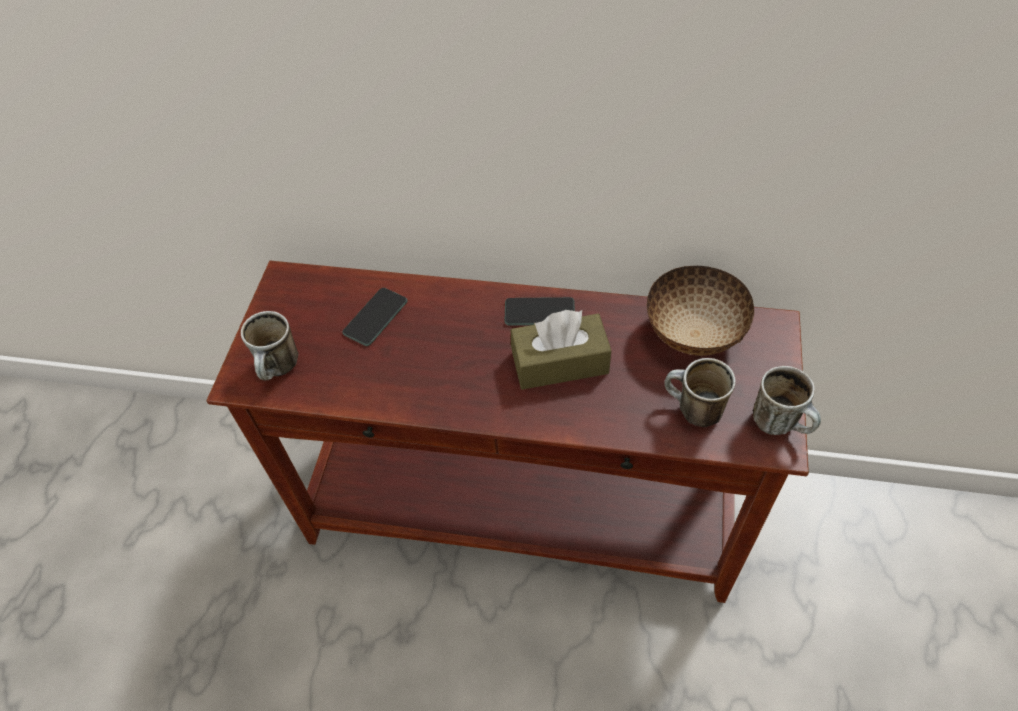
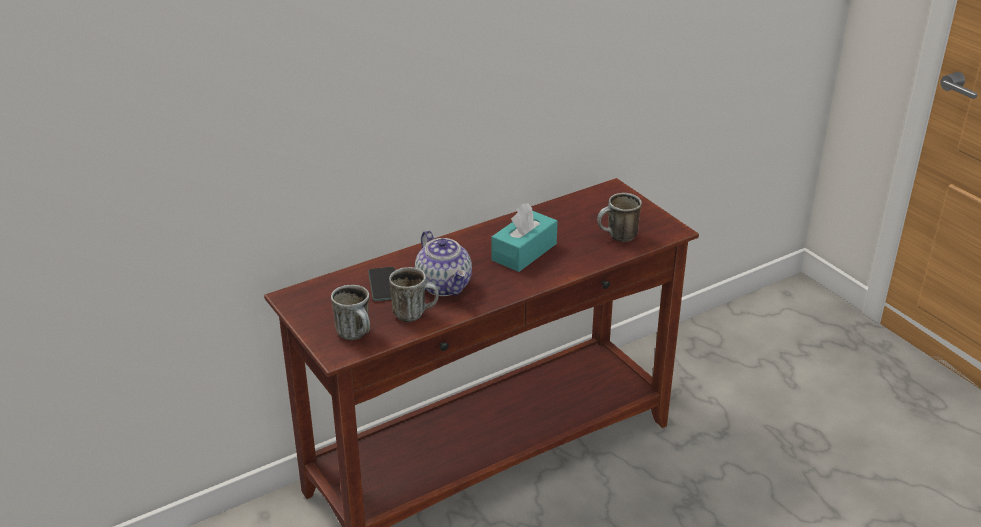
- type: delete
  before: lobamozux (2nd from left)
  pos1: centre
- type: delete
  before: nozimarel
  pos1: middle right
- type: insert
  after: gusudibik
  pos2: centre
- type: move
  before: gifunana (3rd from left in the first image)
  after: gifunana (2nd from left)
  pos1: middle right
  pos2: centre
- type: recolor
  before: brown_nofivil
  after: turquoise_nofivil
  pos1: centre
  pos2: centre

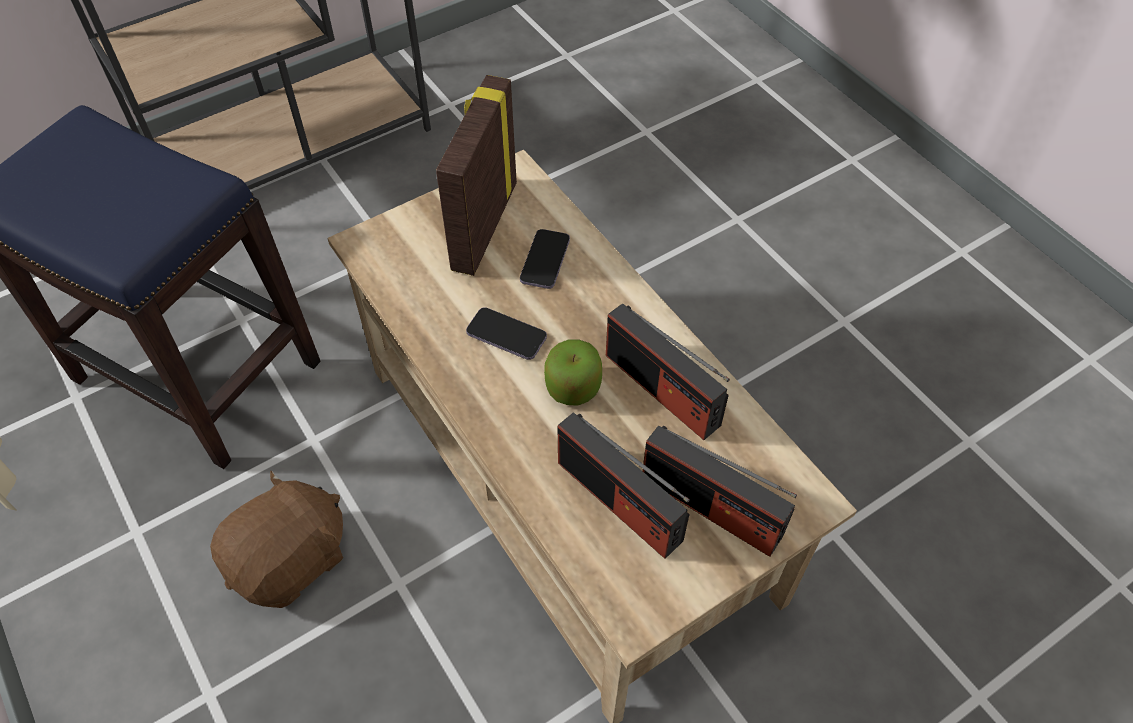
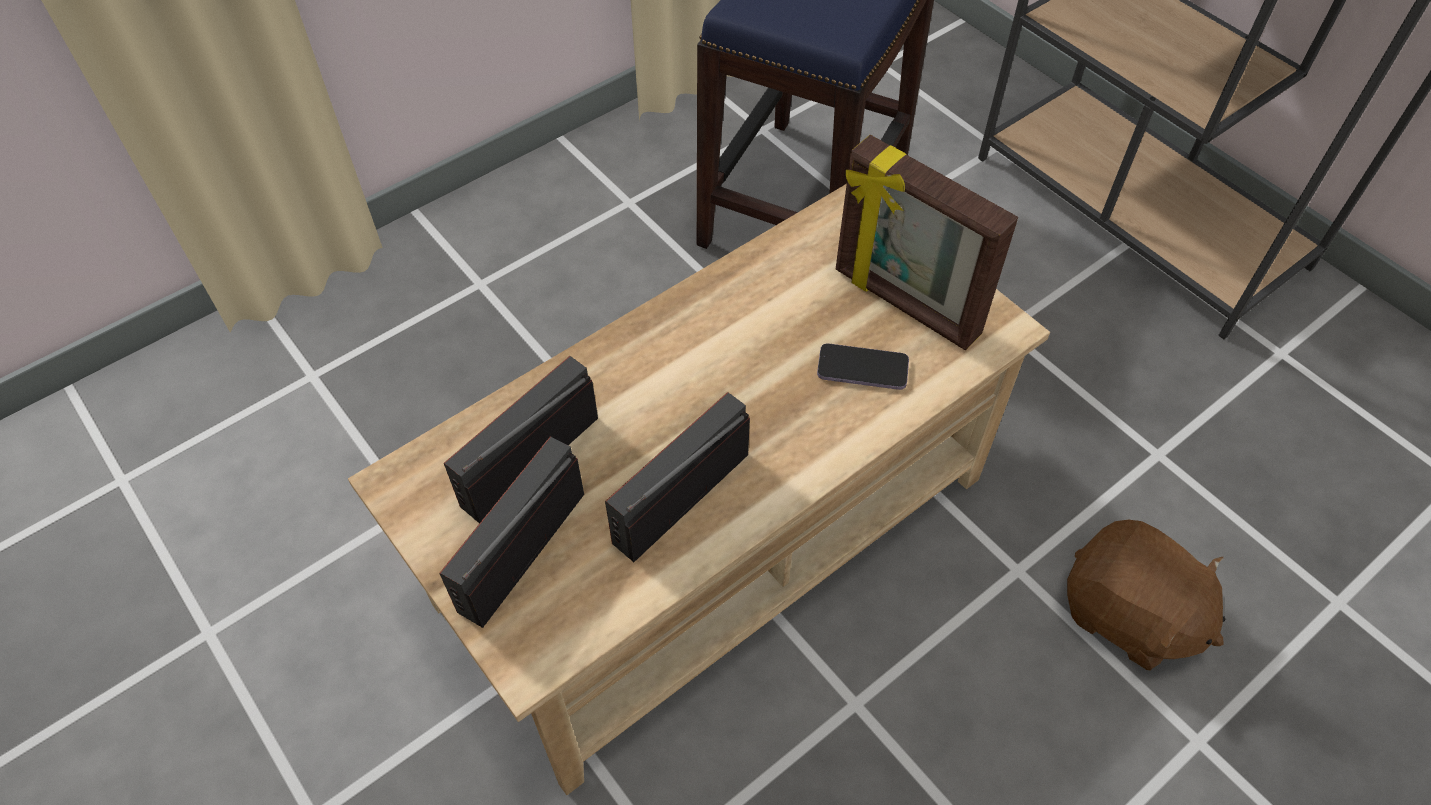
- type: delete
  before: lobamozux (1st from left)
  pos1: centre
- type: delete
  before: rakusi
  pos1: centre
- type: move
  before: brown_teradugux
  pos1: bottom left
  pos2: bottom right
- type: rotate
  before: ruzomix
  pos1: top centre
  pos2: top centre
  turn: -150

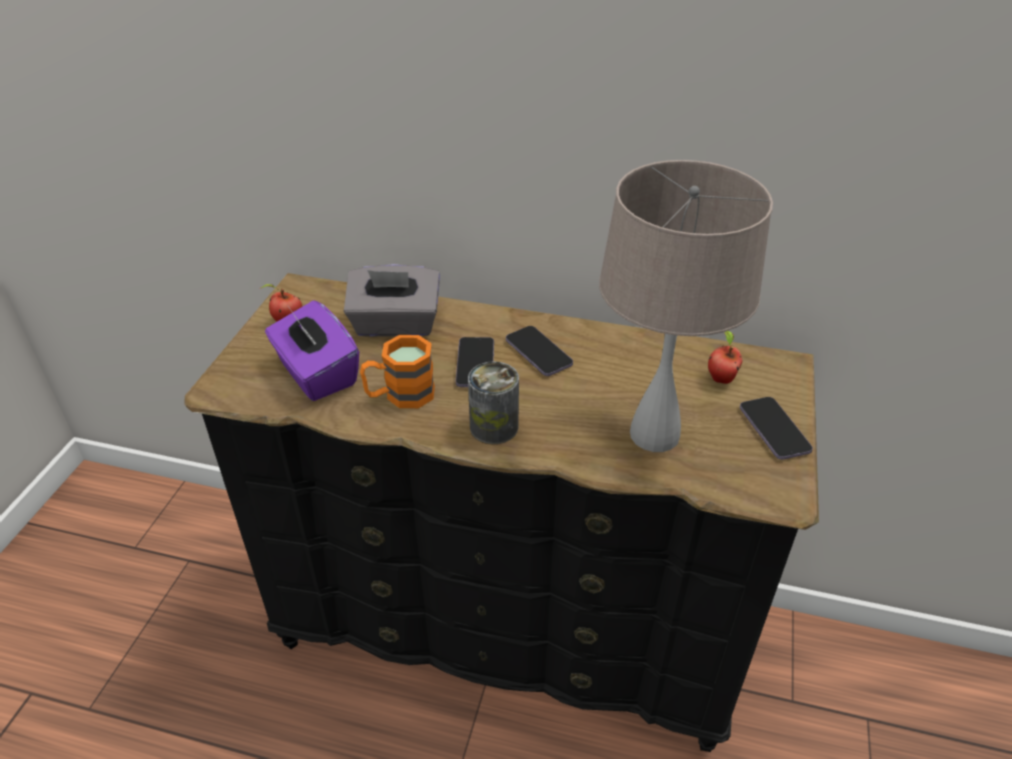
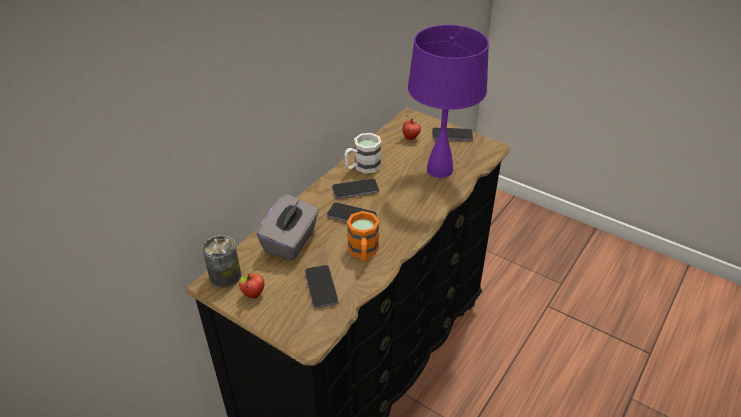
- type: insert
  after: white_gifunana
  pos2: centre
- type: move
  before: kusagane
  pos1: centre
  pos2: middle left
- type: replace
  before: purple_nofivil
  after: lobamozux (1st from left)
  pos1: middle left
  pos2: bottom centre
- type: recolor
  before: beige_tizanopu
  after: purple_tizanopu
  pos1: middle right
  pos2: top centre

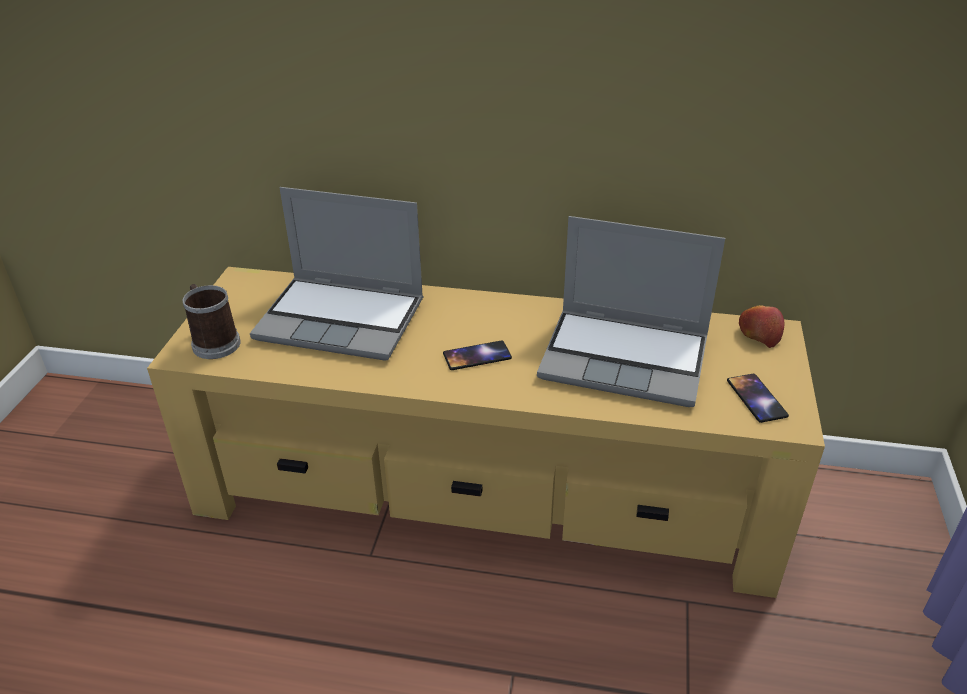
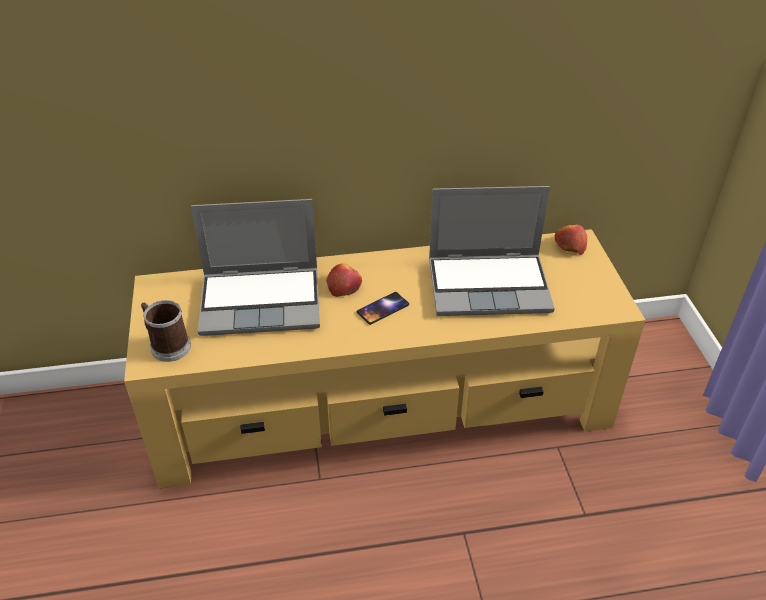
- type: delete
  before: lobamozux (2nd from left)
  pos1: middle right
- type: insert
  after: rakusi (1st from left)
  pos2: centre

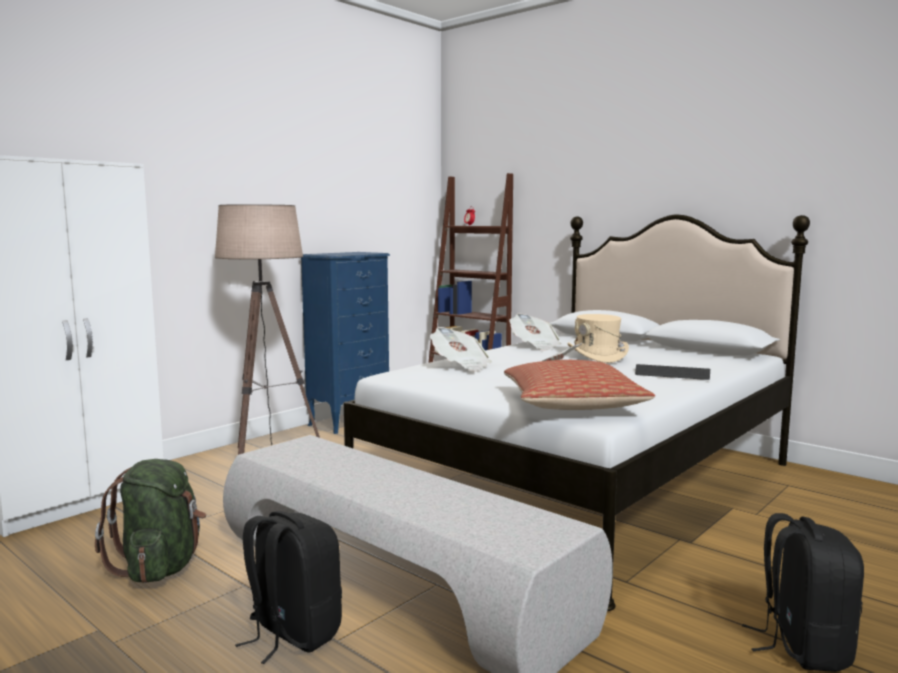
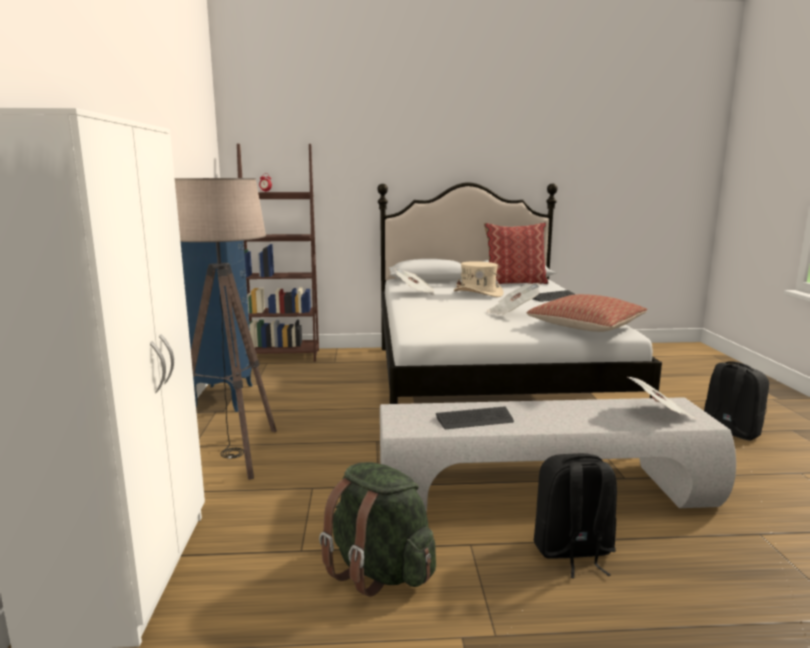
- type: insert
  after: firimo (1st from left)
  pos2: centre
- type: insert
  after: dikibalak (1st from left)
  pos2: centre
- type: move
  before: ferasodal (1st from left in the first image)
  after: ferasodal (3rd from left)
  pos1: centre
  pos2: middle right

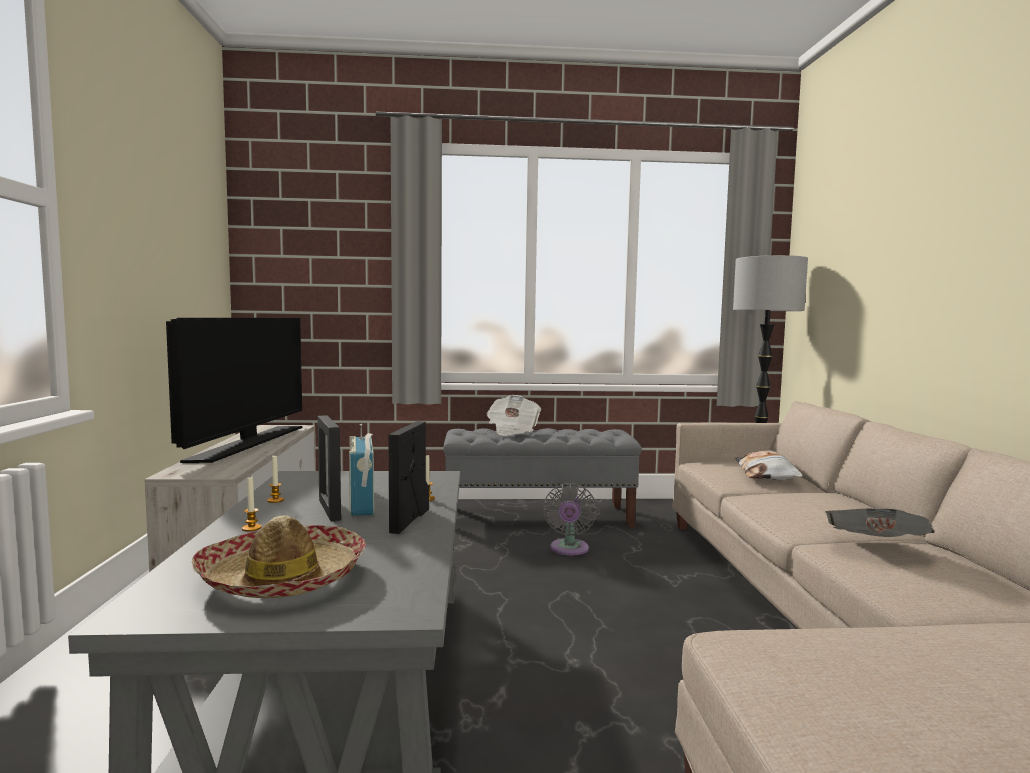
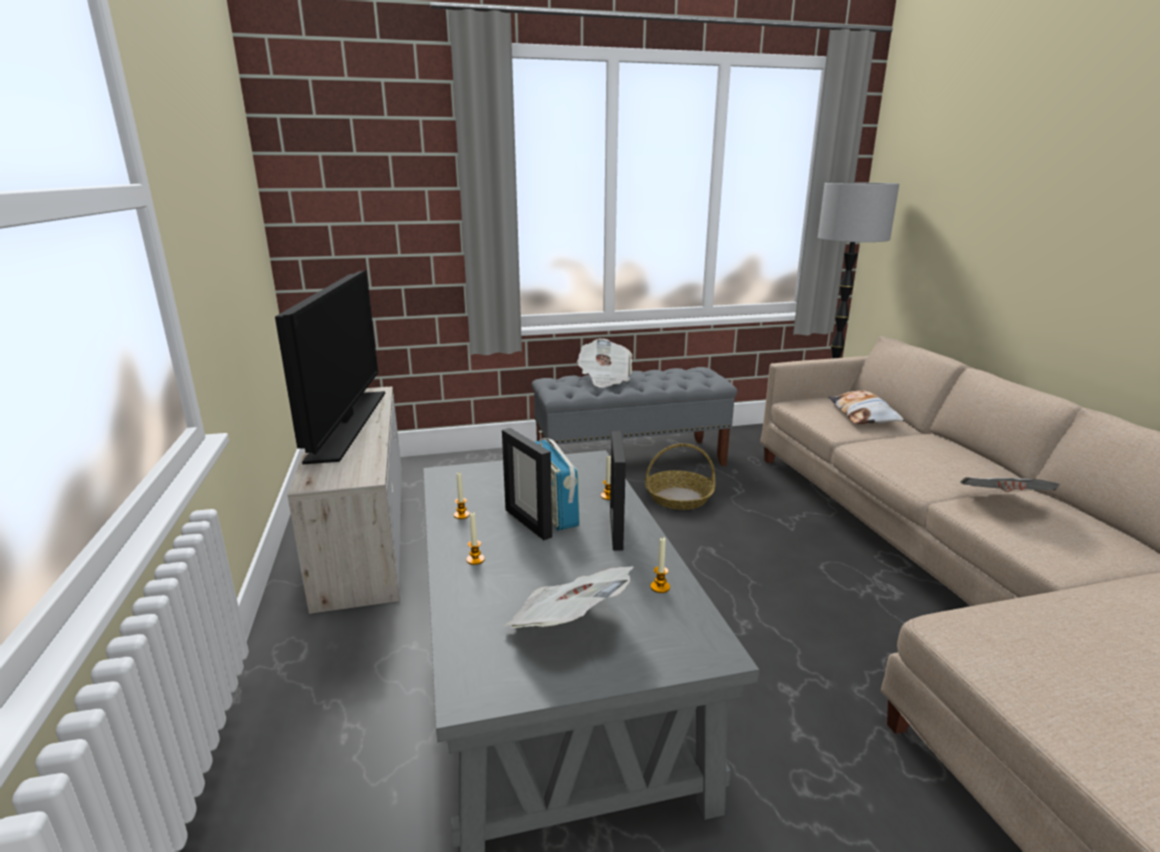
- type: insert
  after: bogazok (4th from left)
  pos2: centre
- type: replace
  before: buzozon
  after: ferasodal (1st from left)
  pos1: bottom left
  pos2: bottom centre
- type: replace
  before: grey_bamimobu
  after: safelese
  pos1: bottom centre
  pos2: centre

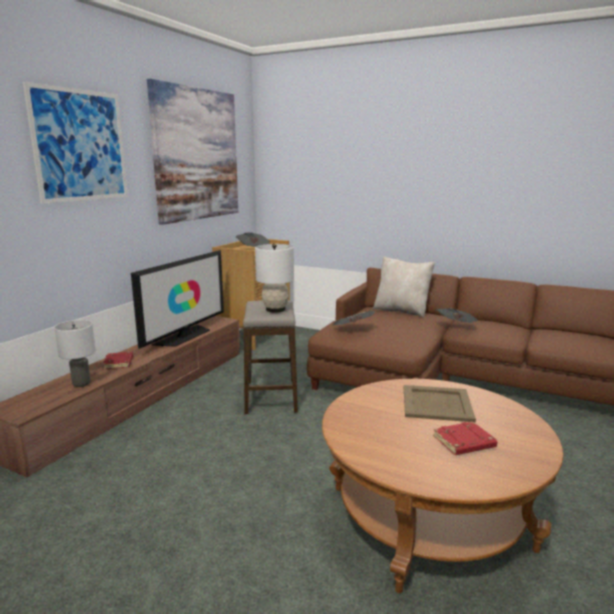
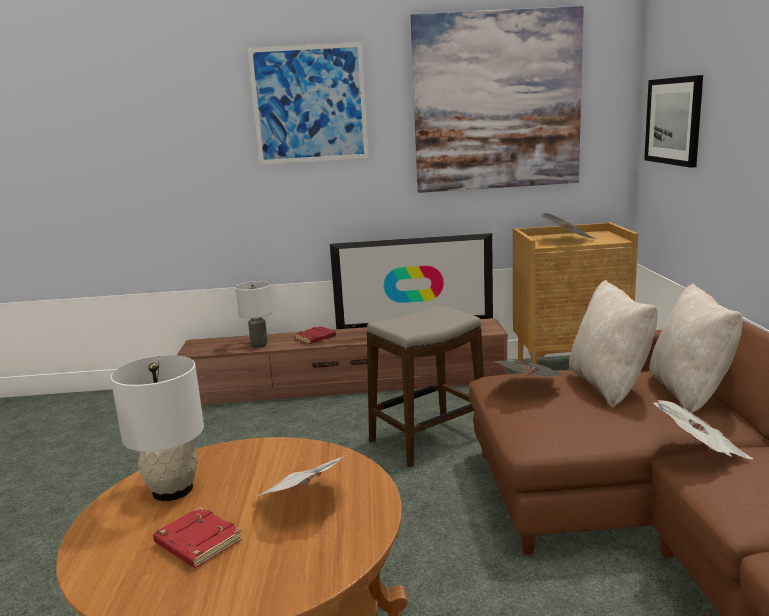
- type: insert
  after: beige_dikibalak (1st from left)
  pos2: middle right
- type: insert
  after: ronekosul (3rd from left)
  pos2: top right
- type: move
  before: white_tizanopu (2nd from left in the first image)
  after: white_tizanopu (1st from left)
  pos1: centre
  pos2: bottom left
- type: replace
  before: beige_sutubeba
  after: ferasodal (1st from left)
  pos1: middle right
  pos2: bottom centre

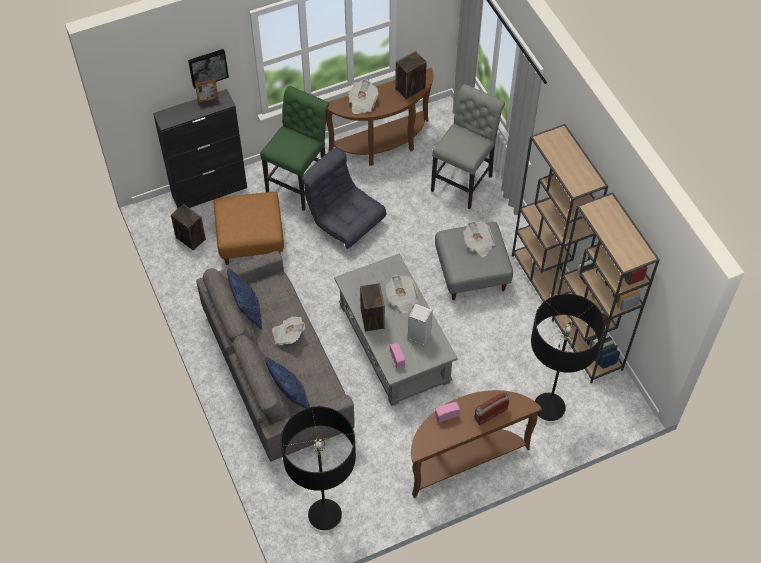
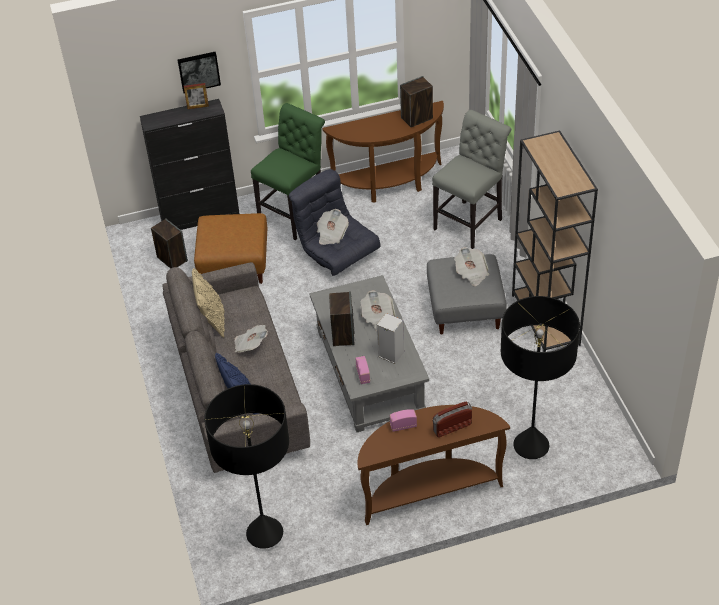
- type: delete
  before: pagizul (2nd from left)
  pos1: middle right
- type: move
  before: ferasodal (2nd from left)
  pos1: top centre
  pos2: centre
- type: recolor
  before: blue_dikibalak (1st from left)
  after: beige_dikibalak
  pos1: middle left
  pos2: middle left

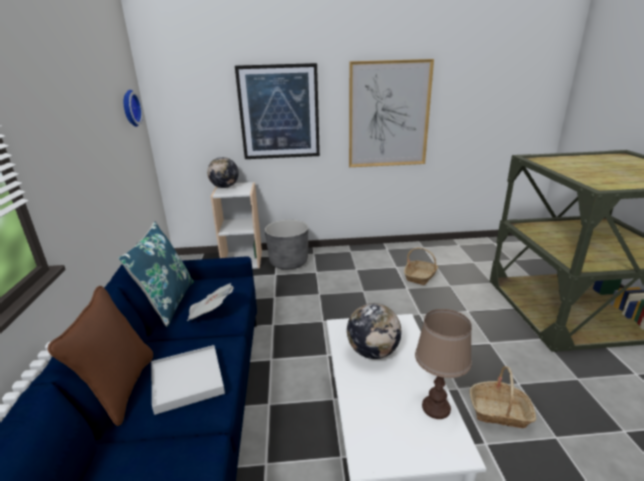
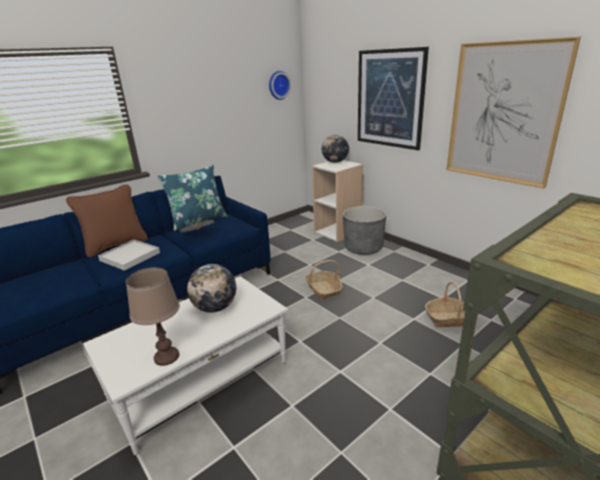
- type: move
  before: safelese (2nd from left in the first image)
  after: safelese (1st from left)
  pos1: bottom right
  pos2: centre

